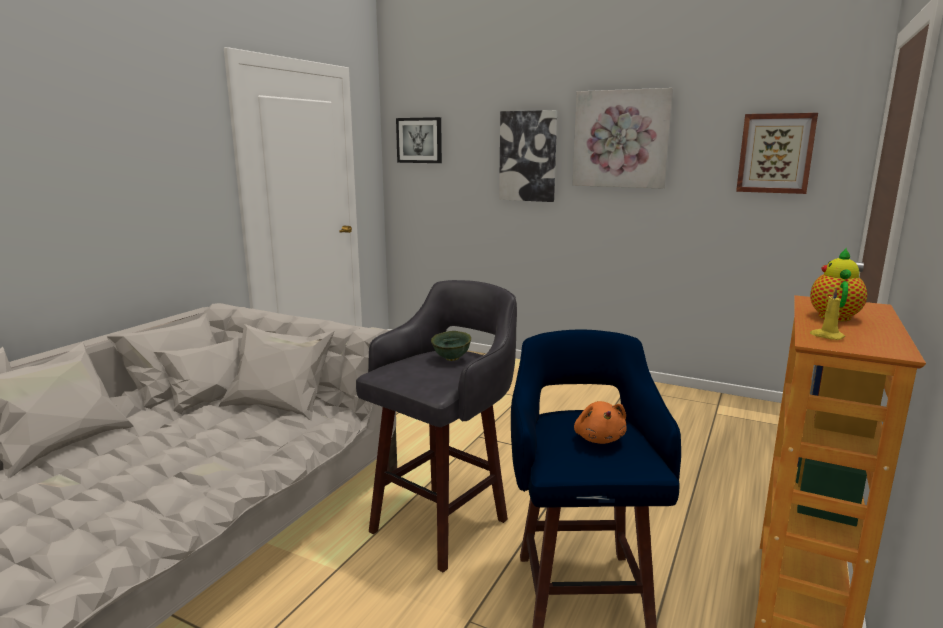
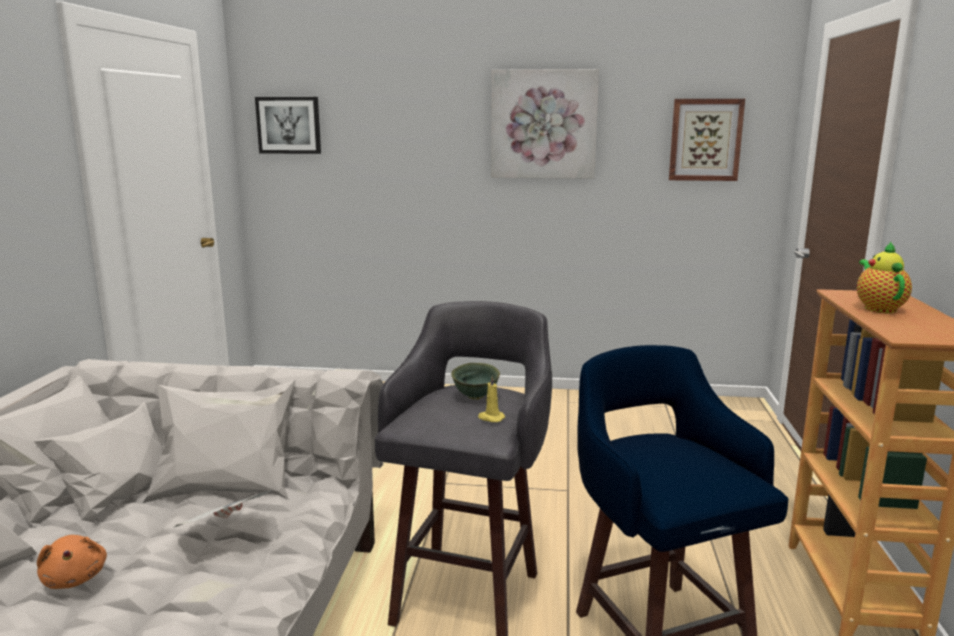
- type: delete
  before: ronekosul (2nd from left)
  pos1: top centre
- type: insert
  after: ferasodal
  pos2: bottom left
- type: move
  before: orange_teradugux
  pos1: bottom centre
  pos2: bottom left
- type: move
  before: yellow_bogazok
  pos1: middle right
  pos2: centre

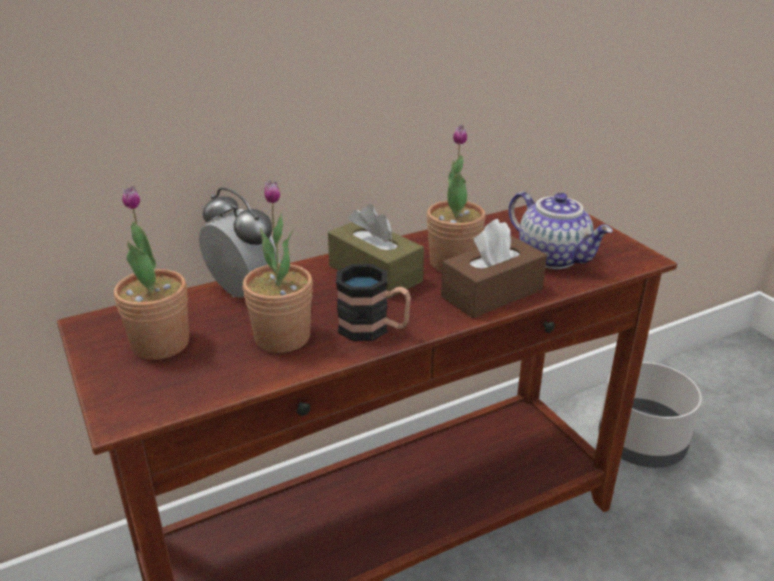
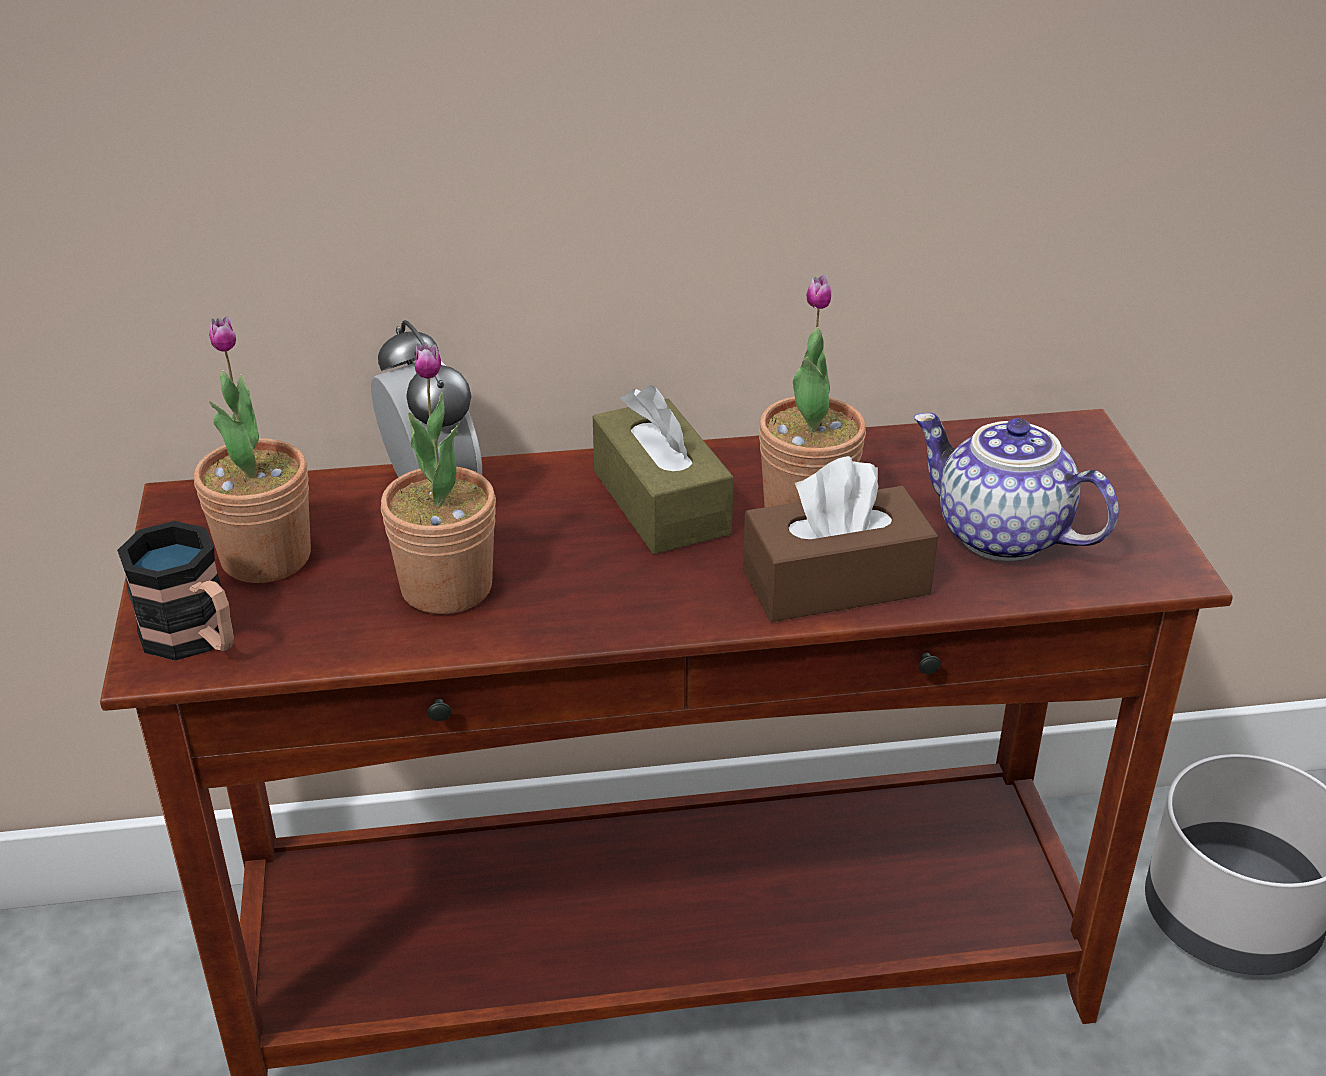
- type: move
  before: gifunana
  pos1: centre
  pos2: middle left
- type: rotate
  before: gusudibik
  pos1: middle right
  pos2: middle right
  turn: 150

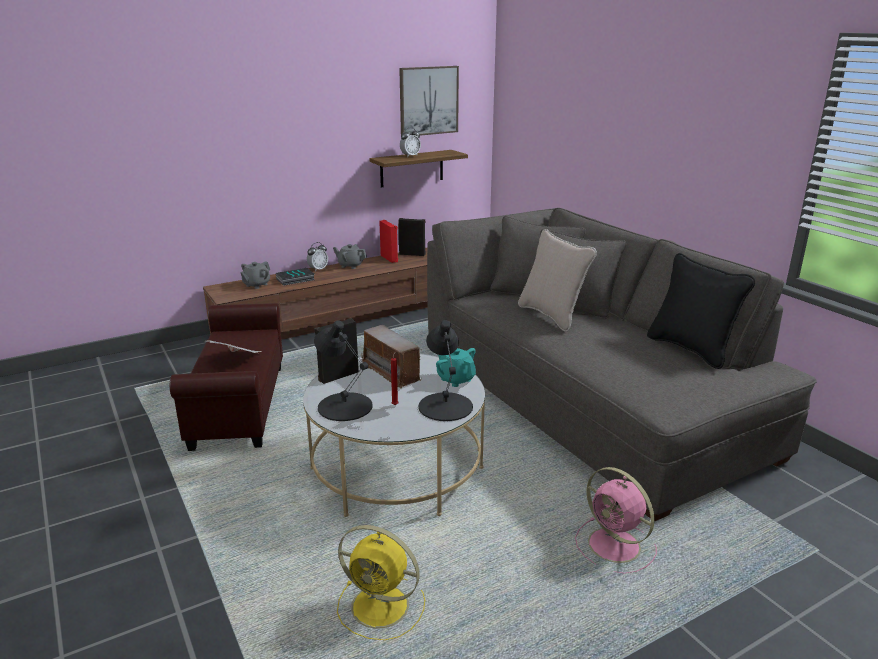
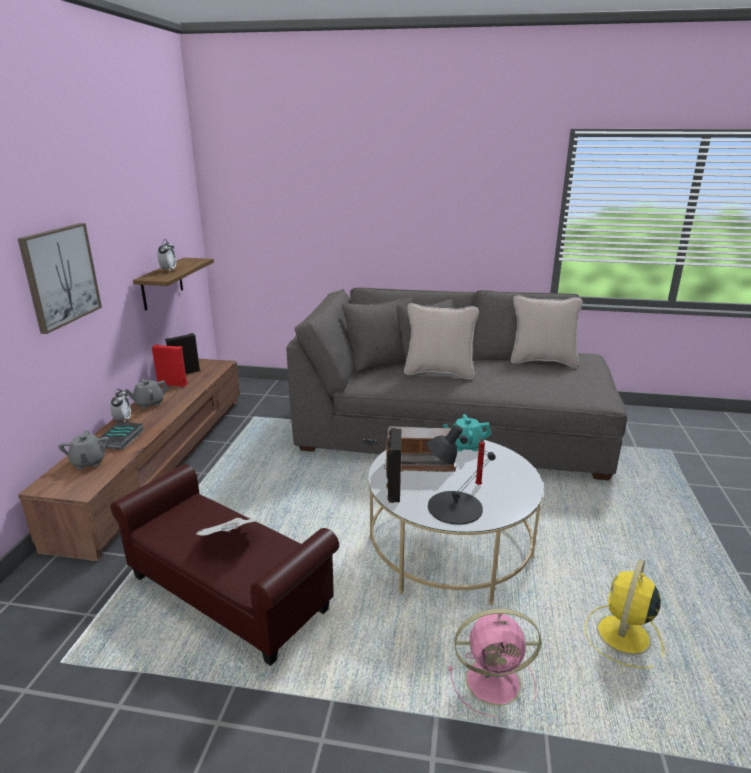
- type: delete
  before: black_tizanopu (2nd from left)
  pos1: centre
- type: move
  before: ronekosul
  pos1: top centre
  pos2: middle left
- type: move
  before: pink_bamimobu
  pos1: bottom right
  pos2: bottom centre
- type: recolor
  before: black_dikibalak
  after: beige_dikibalak (2nd from left)
  pos1: middle right
  pos2: middle right
- type: rotate
  before: yellow_bamimobu
  pos1: bottom centre
  pos2: bottom right
  turn: 150

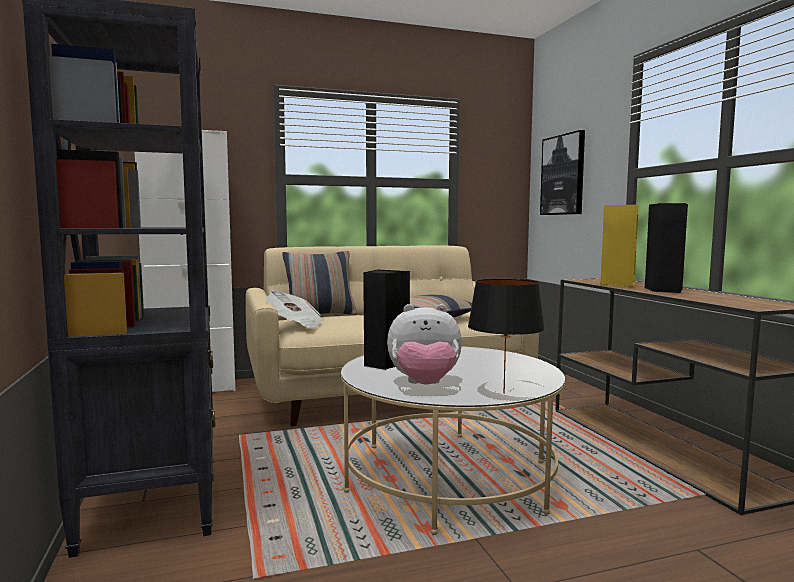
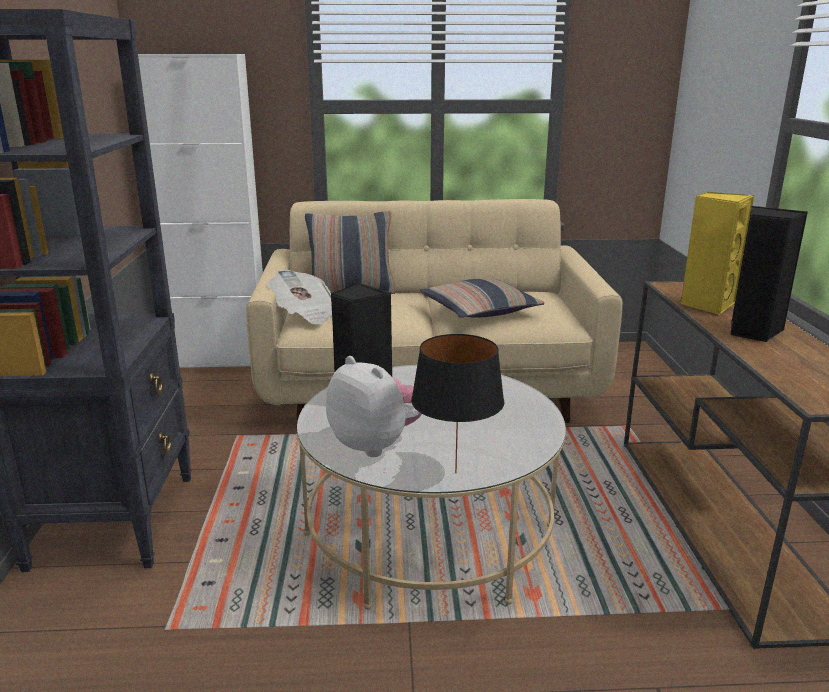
- type: delete
  before: ronekosul
  pos1: top right
- type: rotate
  before: teradugux
  pos1: centre
  pos2: centre
  turn: -150

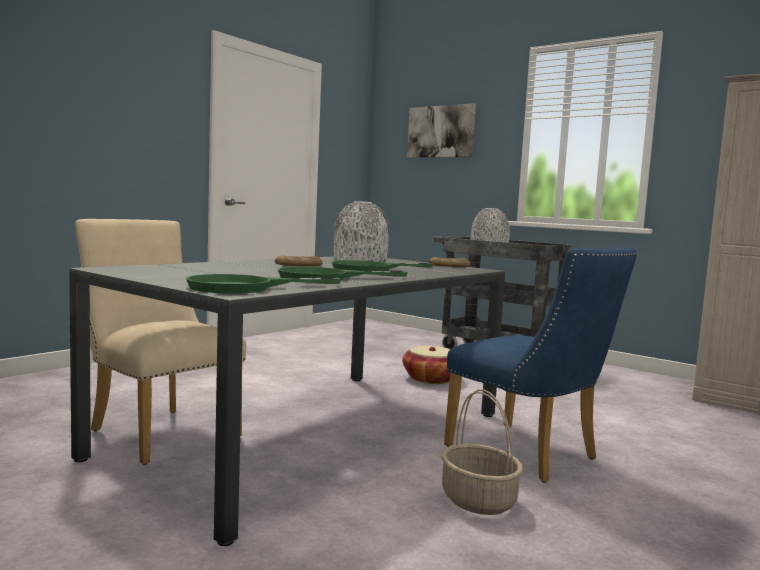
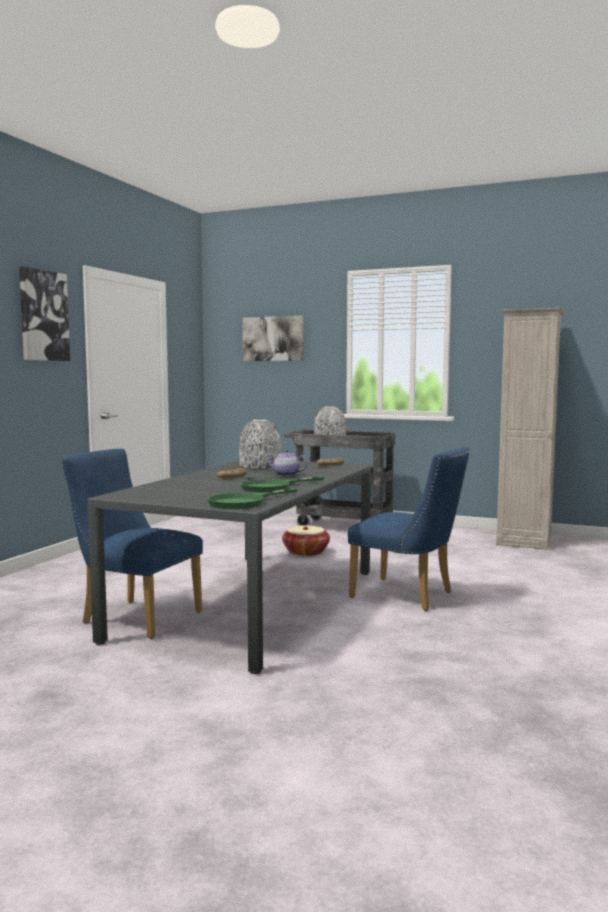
- type: delete
  before: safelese (2nd from left)
  pos1: bottom centre
- type: insert
  after: ronekosul (1st from left)
  pos2: middle left
- type: replace
  before: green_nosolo (3rd from left)
  after: gusudibik
  pos1: centre
  pos2: centre
- type: recolor
  before: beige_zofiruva
  after: blue_zofiruva (1st from left)
  pos1: middle left
  pos2: middle left

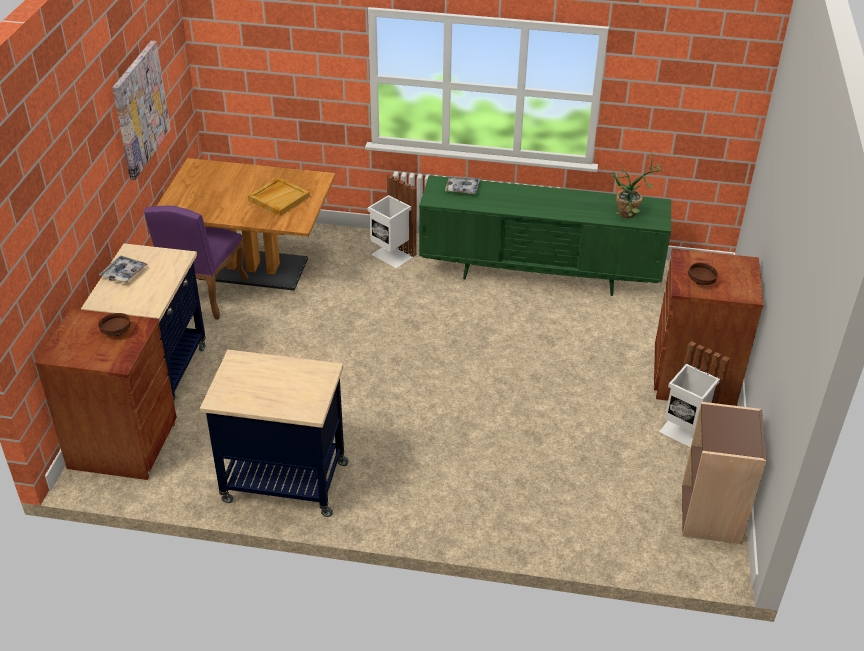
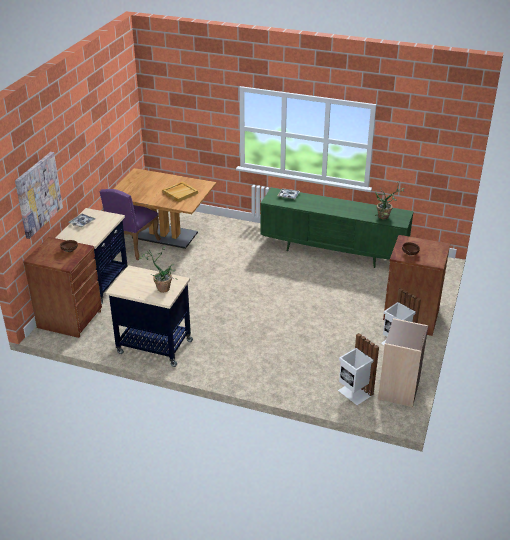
- type: insert
  after: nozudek (1st from left)
  pos2: middle left
- type: move
  before: ronekosul
  pos1: top left
  pos2: middle left
- type: move
  before: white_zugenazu (1st from left)
  pos1: centre
  pos2: bottom right

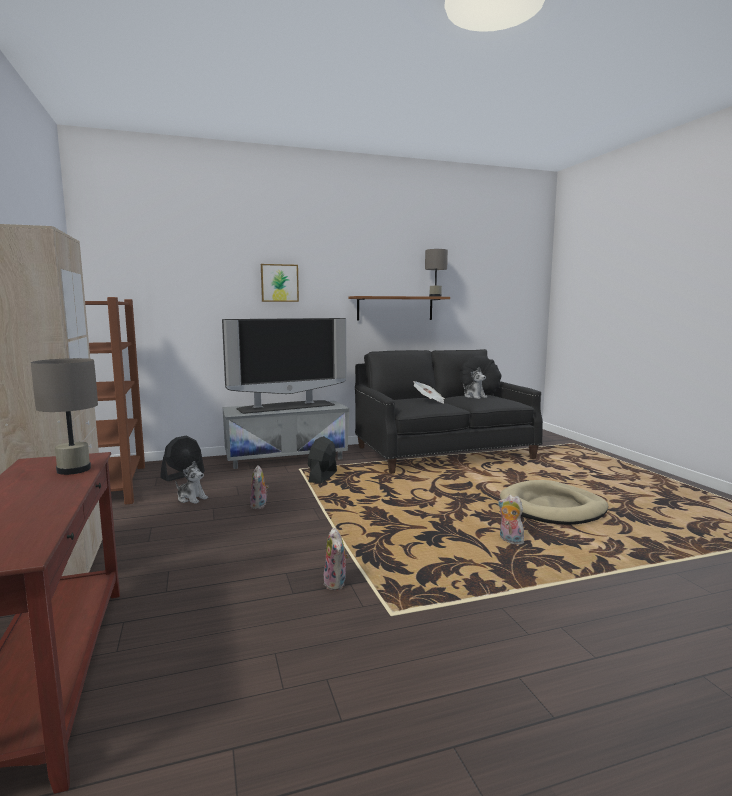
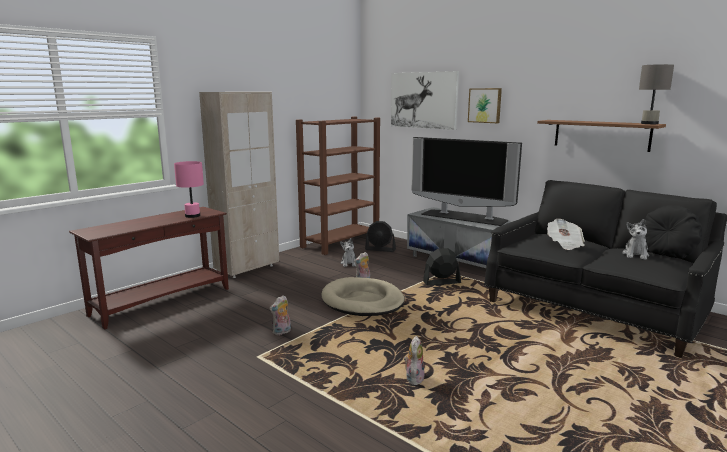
- type: insert
  after: ronekosul (1st from left)
  pos2: top centre
- type: move
  before: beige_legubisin
  pos1: middle right
  pos2: centre
- type: recolor
  before: grey_tizanopu (1st from left)
  after: pink_tizanopu
  pos1: middle left
  pos2: middle left

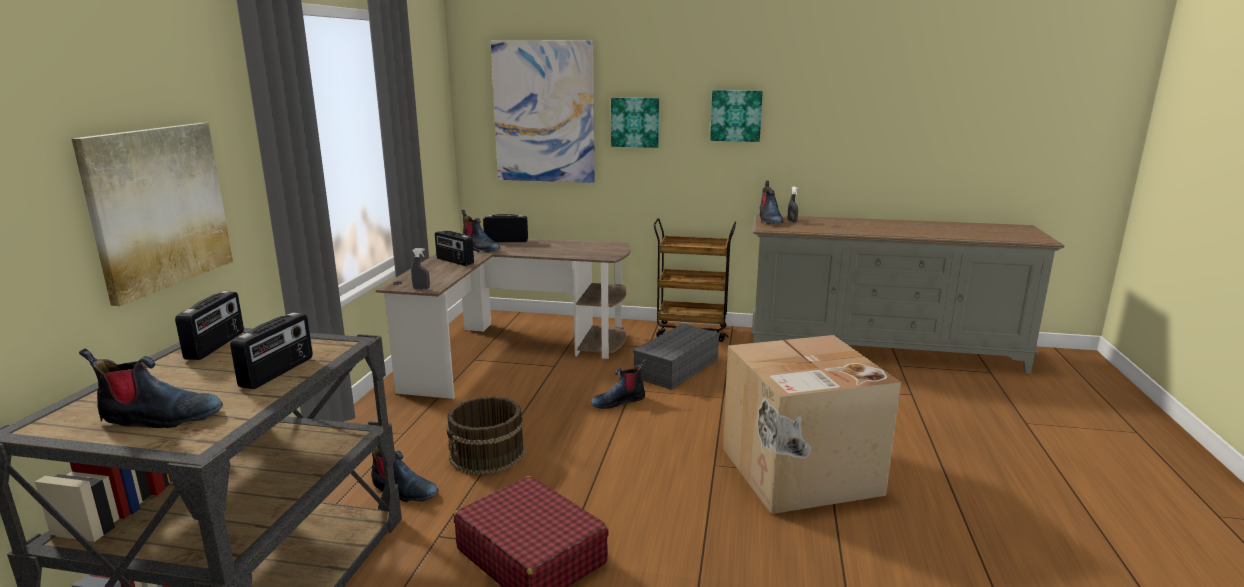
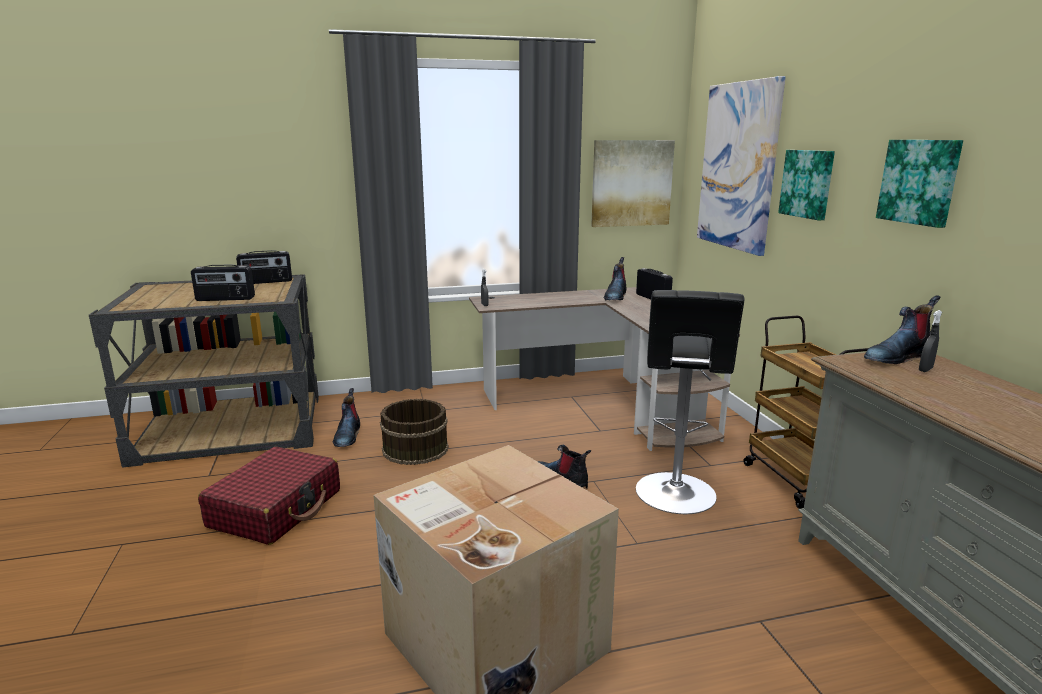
- type: delete
  before: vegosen (1st from left)
  pos1: middle left
- type: delete
  before: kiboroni (3rd from left)
  pos1: centre
- type: move
  before: ronekosul (1st from left)
  pos1: middle left
  pos2: top centre
- type: replace
  before: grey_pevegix
  after: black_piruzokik
  pos1: centre
  pos2: centre

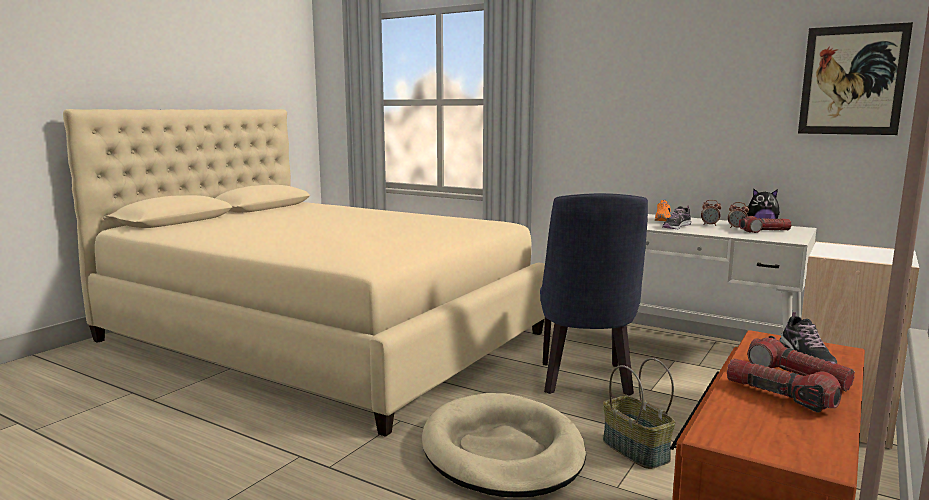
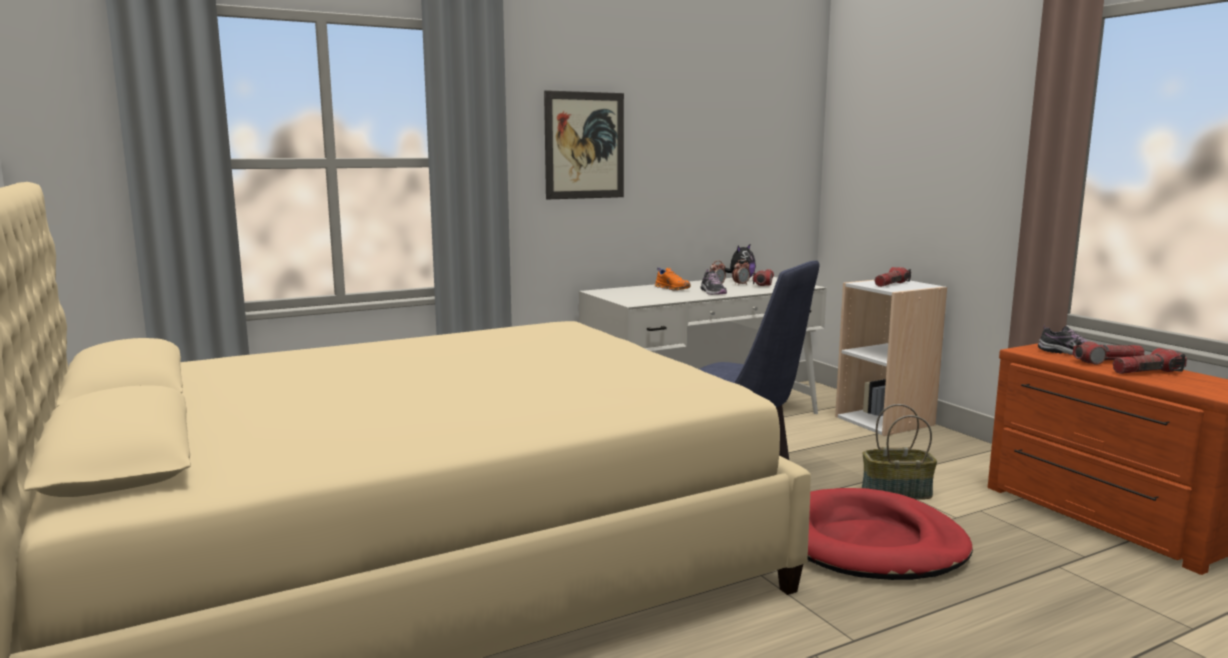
- type: insert
  after: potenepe (2nd from left)
  pos2: middle right
- type: move
  before: ronekosul
  pos1: top right
  pos2: top centre
- type: recolor
  before: beige_legubisin
  after: red_legubisin
  pos1: bottom centre
  pos2: bottom right

